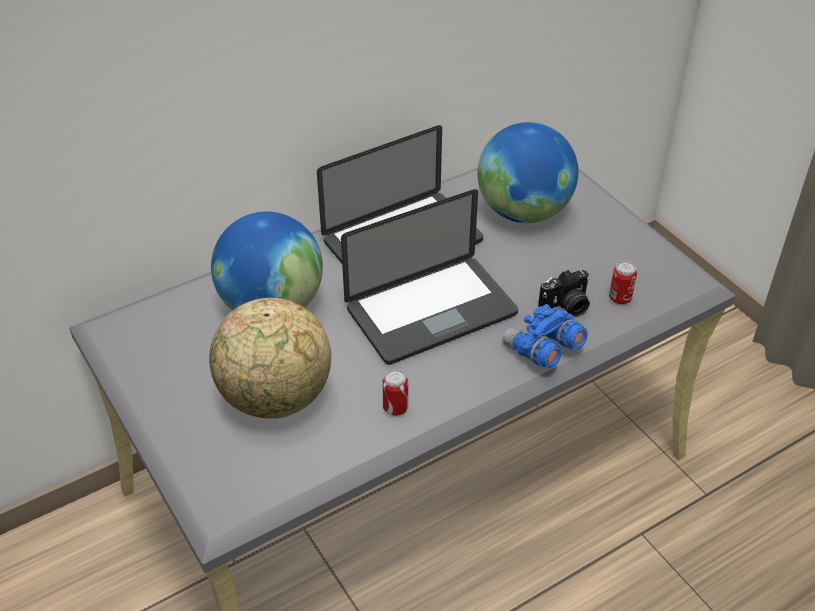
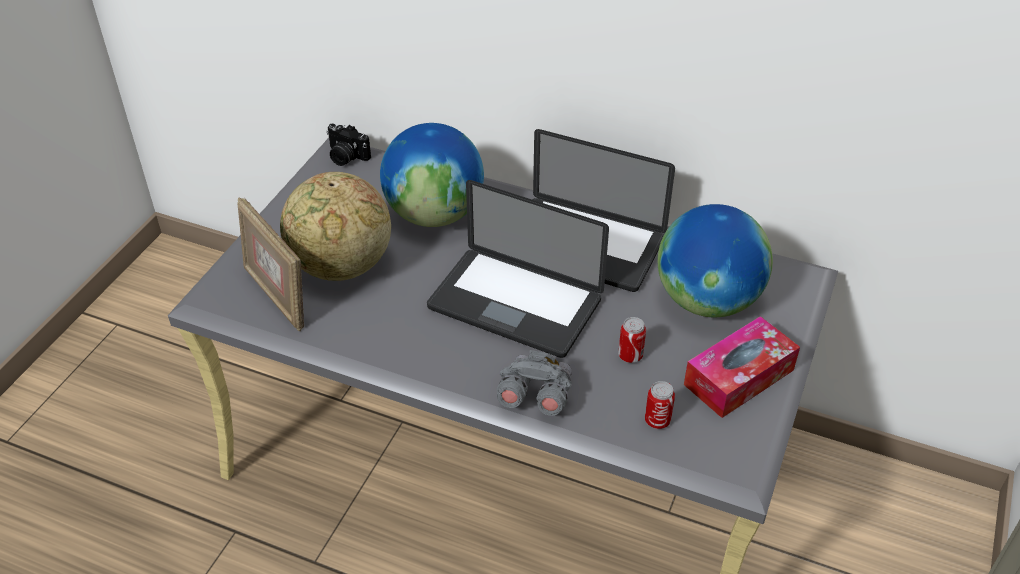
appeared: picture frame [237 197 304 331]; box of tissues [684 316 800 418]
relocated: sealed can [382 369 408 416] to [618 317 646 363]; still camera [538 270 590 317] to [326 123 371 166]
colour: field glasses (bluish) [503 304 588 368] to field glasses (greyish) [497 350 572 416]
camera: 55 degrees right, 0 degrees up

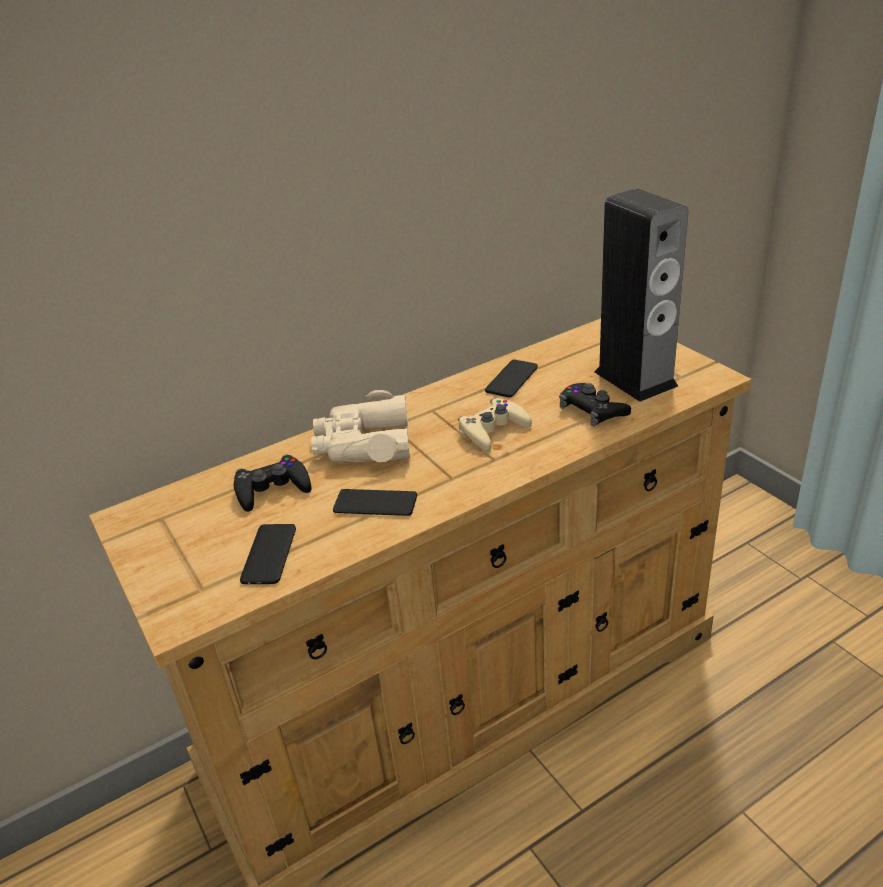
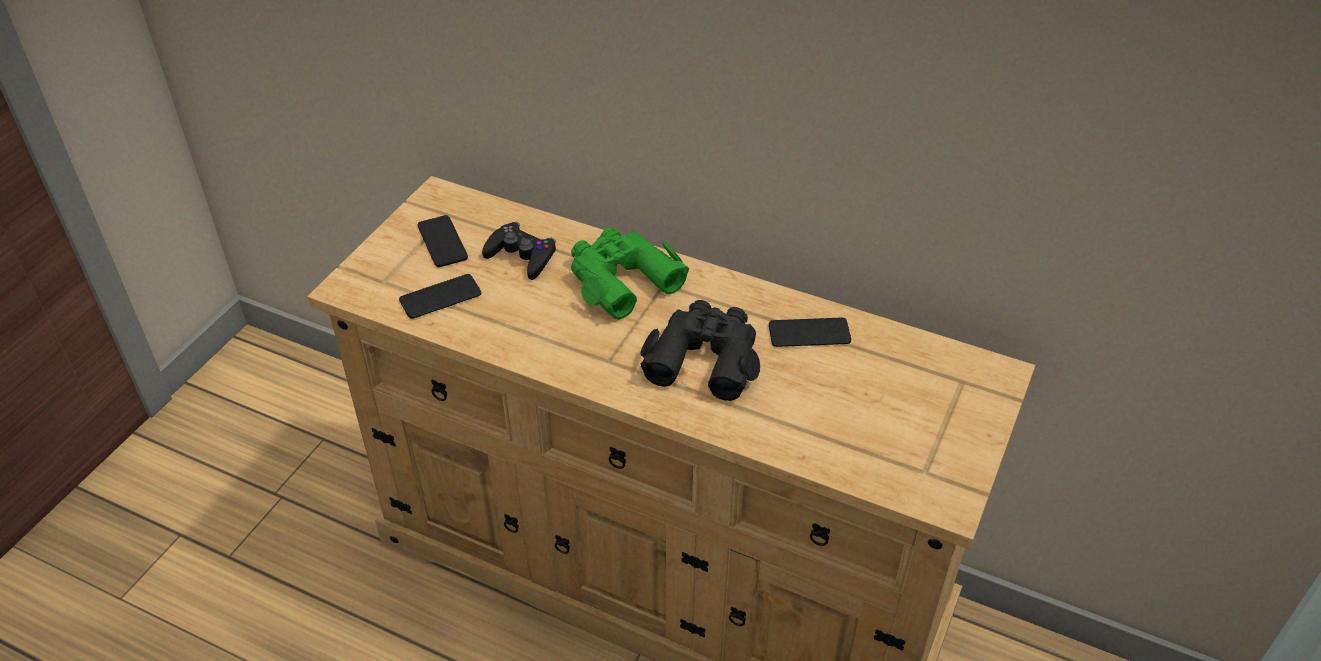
missing: game controller (blackish) [559 383 631 426]; speaker [594 188 688 402]
relocated: handset [333 489 417 516] to [418 215 468 267]
exchanged: game controller (beige) [458 398 532 451] to field glasses (blackish) [640 300 760 401]
colour: field glasses (beige) [311 390 410 463] to field glasses (greenish) [571 227 689 320]
camera: 55 degrees right, 10 degrees up

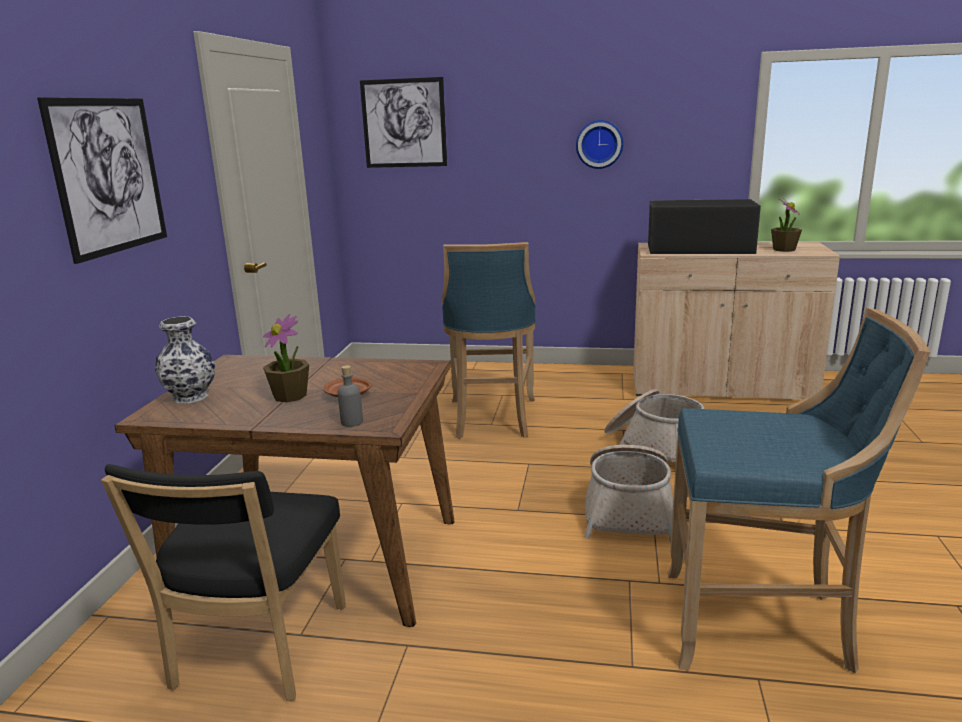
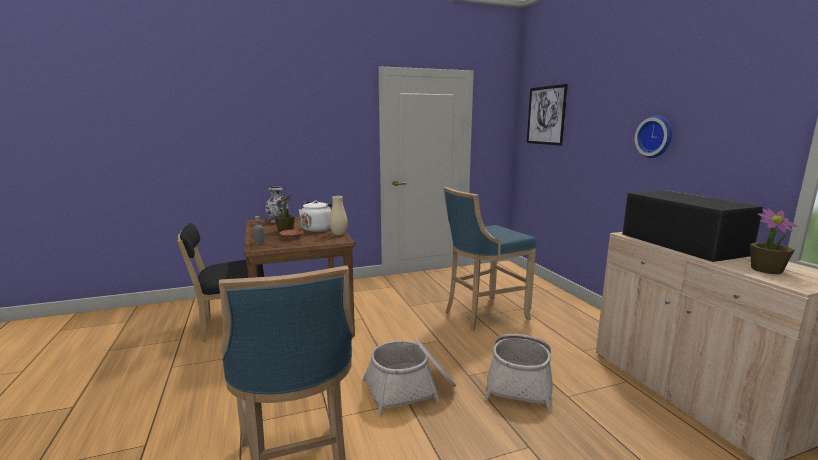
missing: picture [37 97 167 264]
appeared: kettle (white) [298 201 332 232]; vase (beige) [329 196 348 235]
camera: 60 degrees right, 5 degrees down

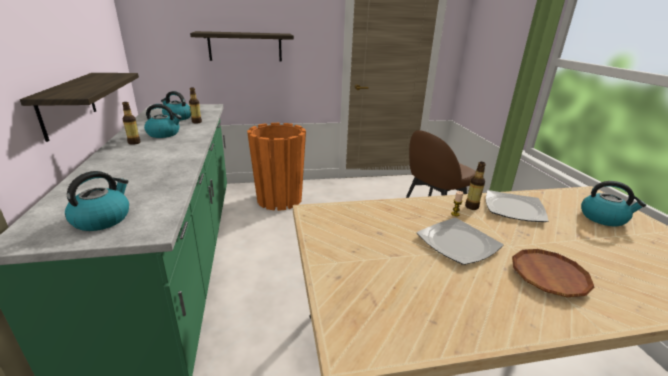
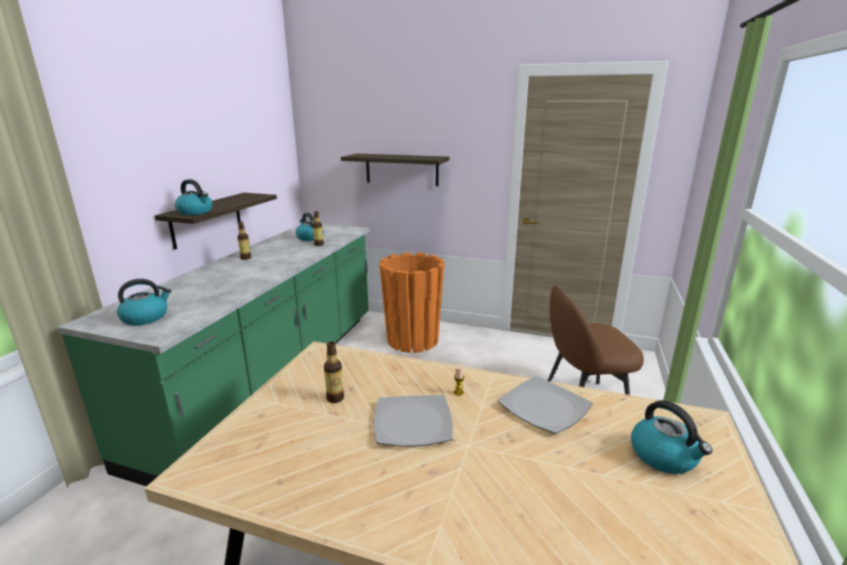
missing: flat dish (brown-coloured) [512 249 594 297]
relocated: kettle [144 104 182 138] to [175 179 212 215]; bottle [465 162 486 210] to [324 341 344 403]
camera: 30 degrees right, 5 degrees down

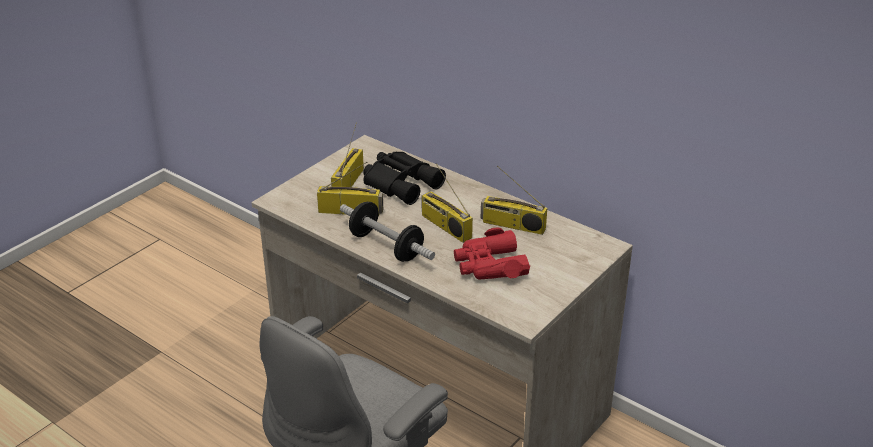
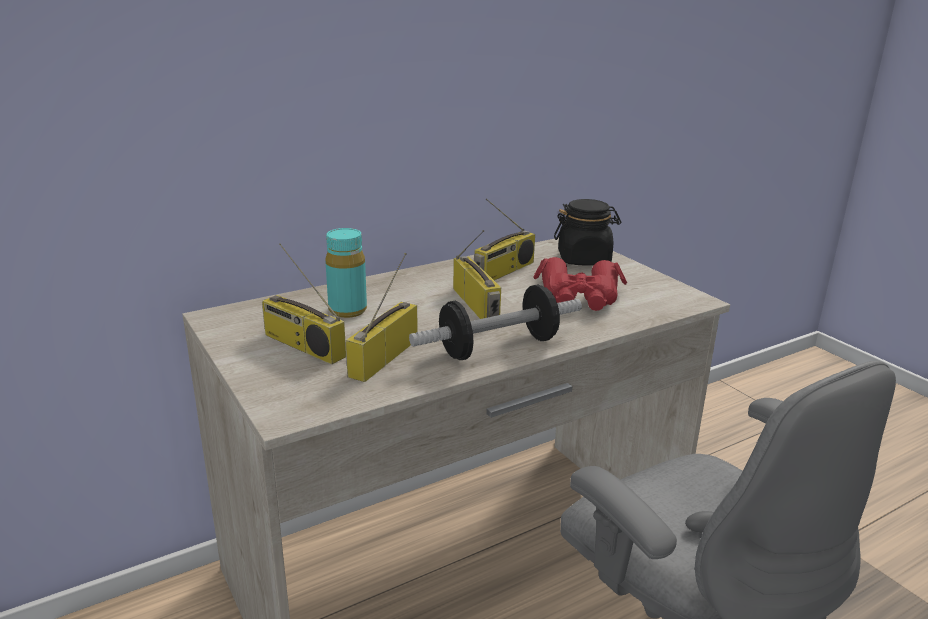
appeared: storage jar (blackish) [554 199 621 266]
exchanged: field glasses (blackish) [363 152 446 205] to bottle (turquoise-coloured) [326 228 367 318]
spun: radio receiver [422 163 473 243] = [453 230 501 319] 90 degrees counterclockwise
camera: 70 degrees left, 10 degrees down

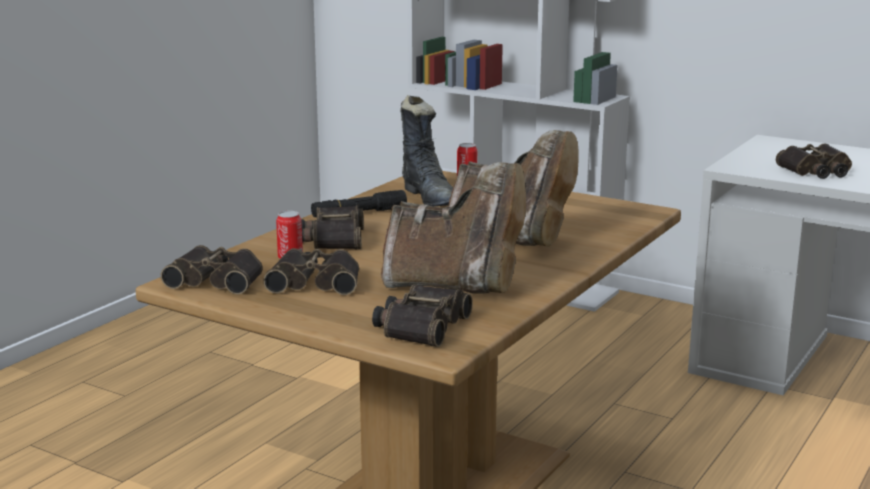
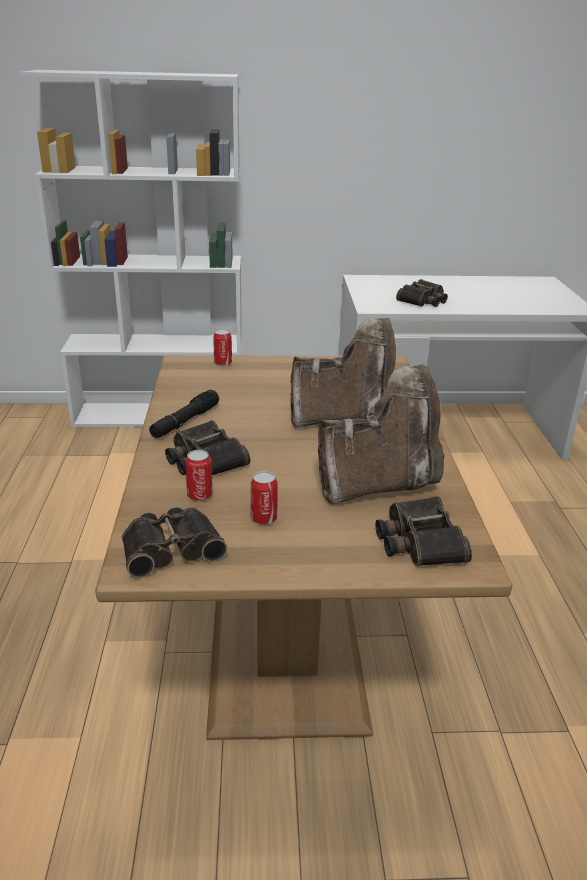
missing: tall boot (blackish) [400 95 453 206]
exchanged: field glasses [263 248 359 295] to sealed can [251 471 278 525]
camera: 35 degrees left, 10 degrees up

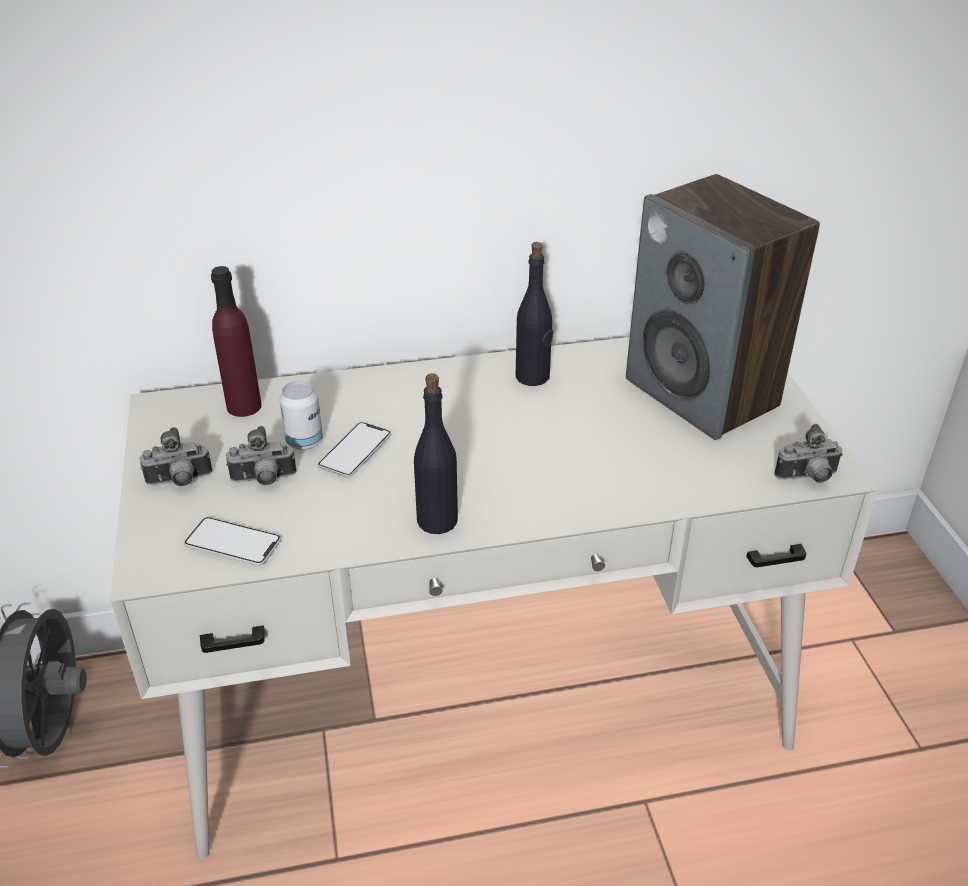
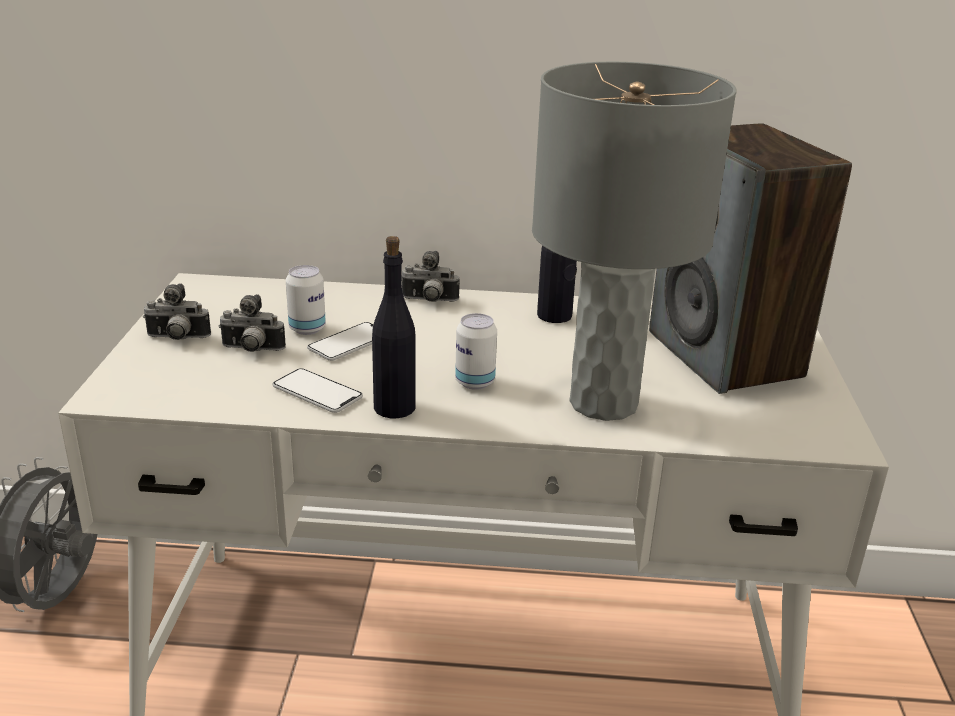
missing: bottle (purple) [211 266 262 417]
appeared: sealed can [455 313 497 390]; lamp for a table (greyish) [532 62 737 421]
relocated: handset [184 517 281 566] to [272 368 363 413]; still camera [774 424 843 483] to [402 251 460 302]
camera: 15 degrees right, 10 degrees down

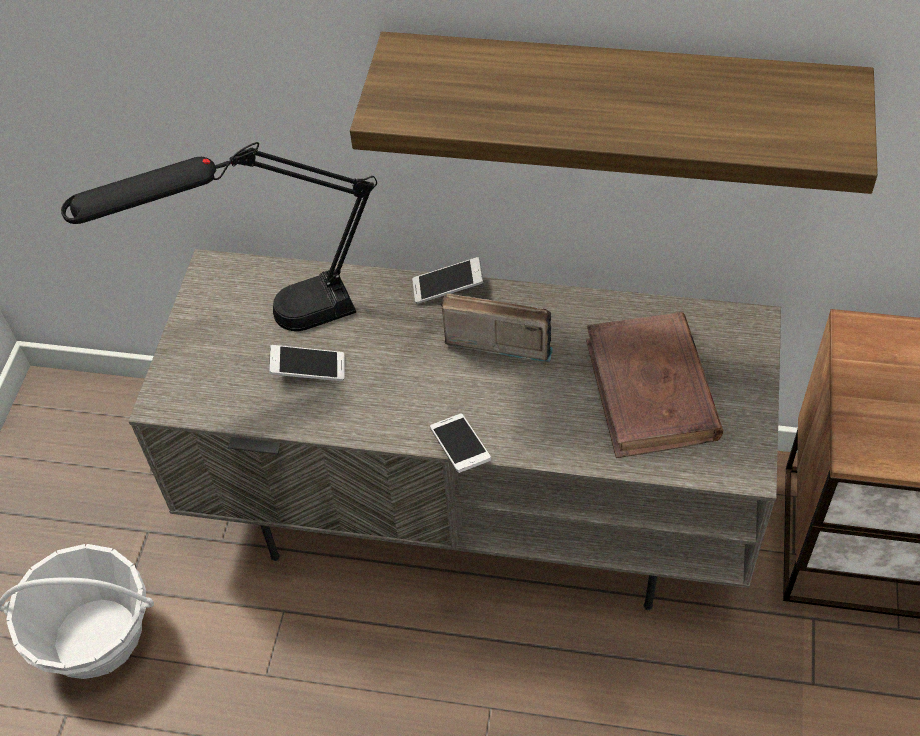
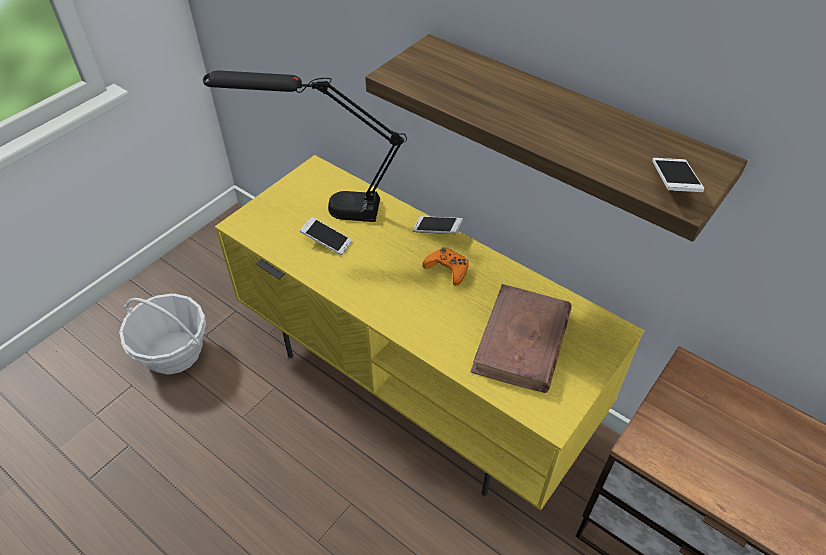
relocated: handset [430 413 491 473] to [652 158 704 192]
exchanged: radio receiver [441 293 553 362] to game controller (orange) [423 247 469 286]
colour: media console (greyish) [128 249 781 610] to media console (yellow-coloured) [215 155 645 510]
camera: 25 degrees right, 5 degrees down

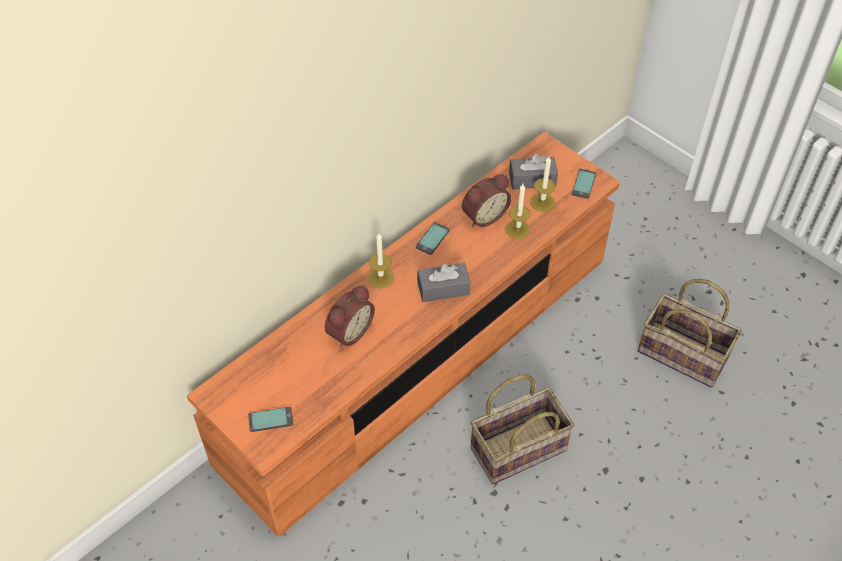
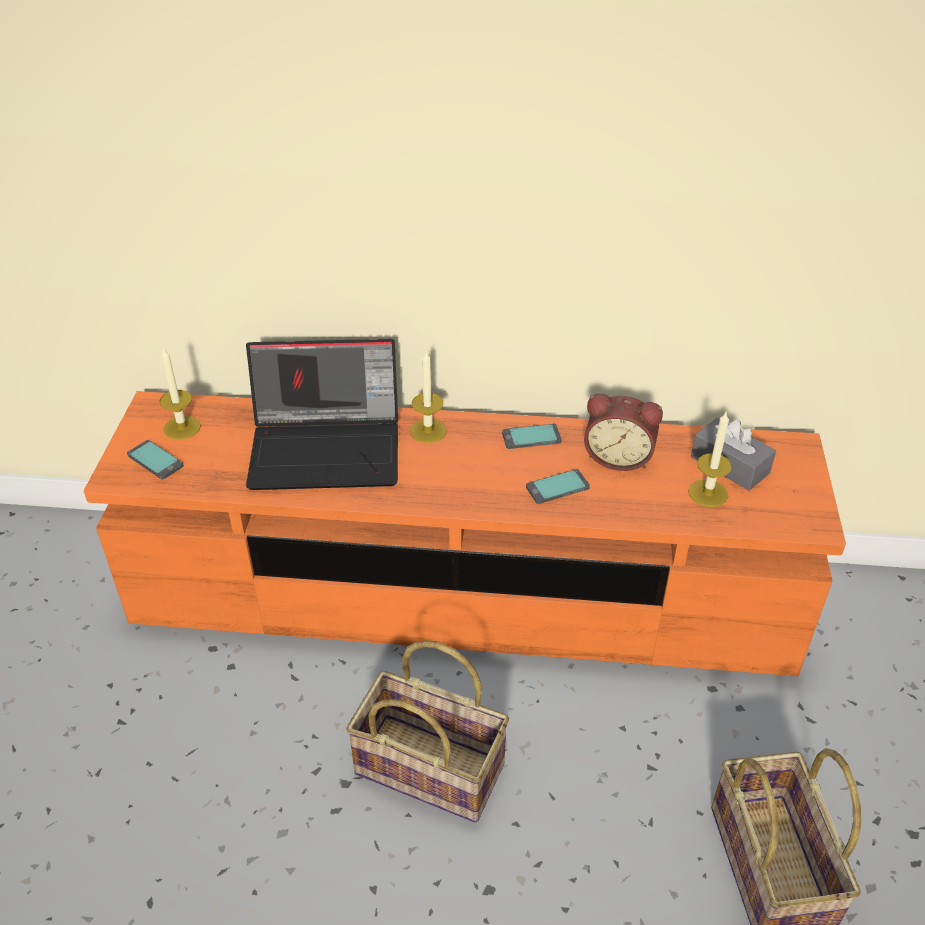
missing: box of tissues (greyish) [417 263 470 302]
relocated: wax candle [505 184 530 239] to [159 347 201 440]; handset [572 169 596 199] to [526 469 590 504]
exchanged: alarm clock [325 285 375 348] to portable computer [246 339 398 490]
camera: 50 degrees right, 10 degrees down

